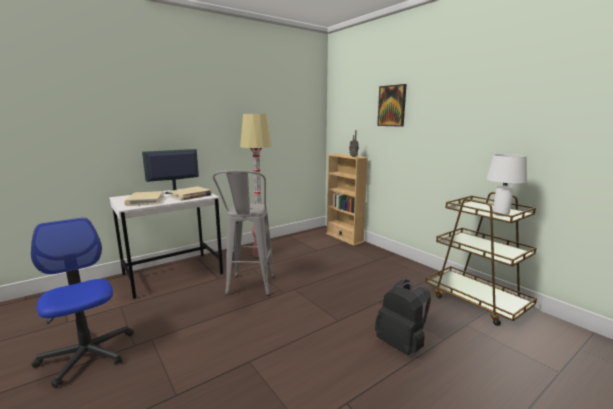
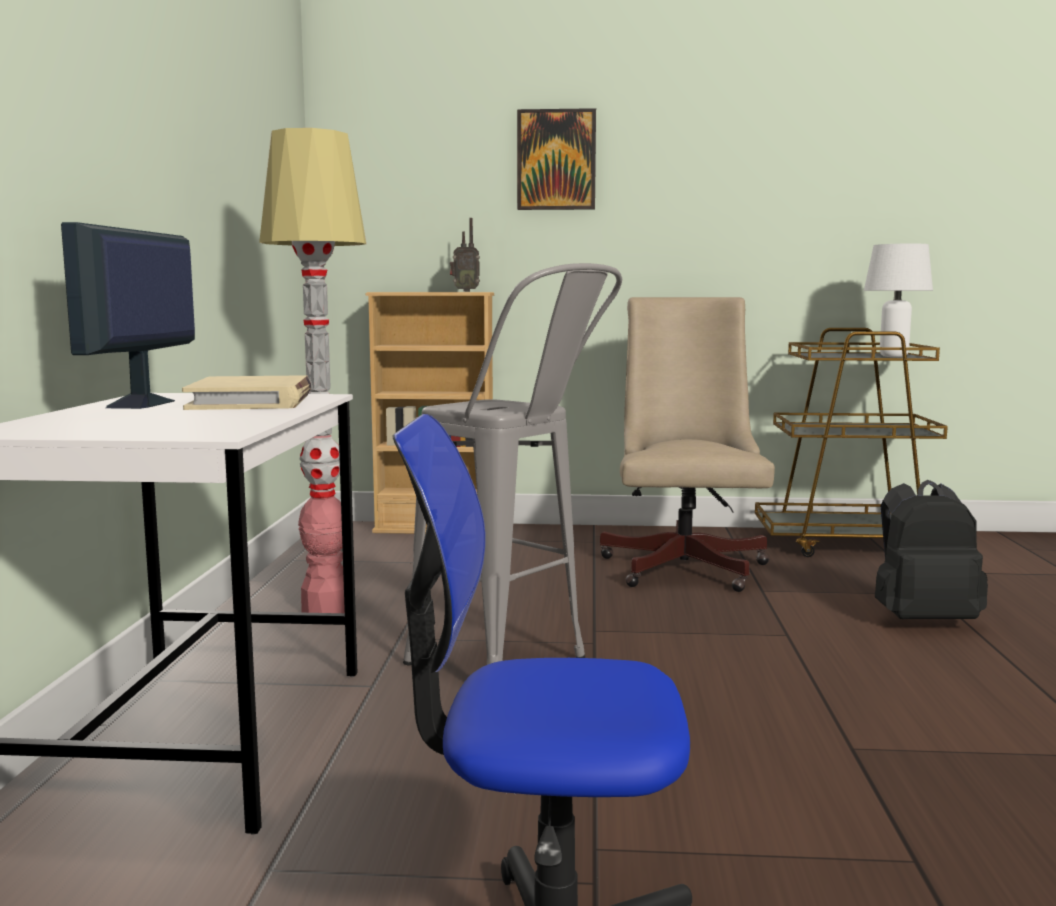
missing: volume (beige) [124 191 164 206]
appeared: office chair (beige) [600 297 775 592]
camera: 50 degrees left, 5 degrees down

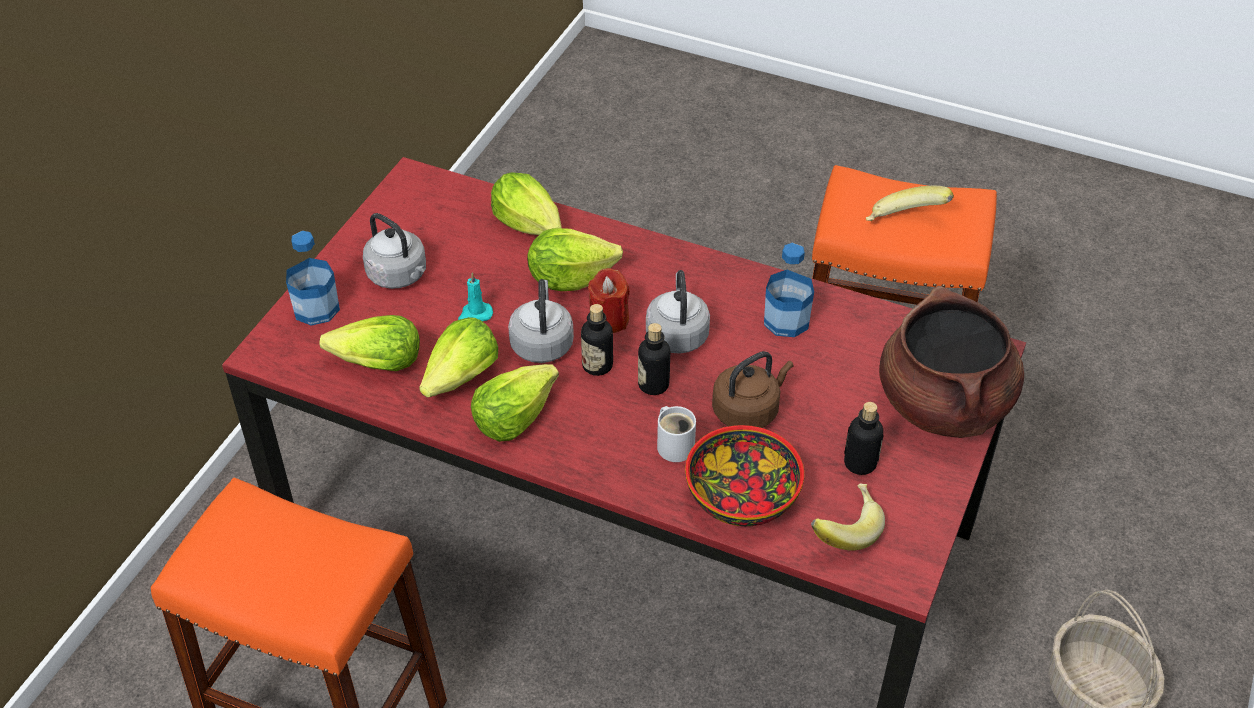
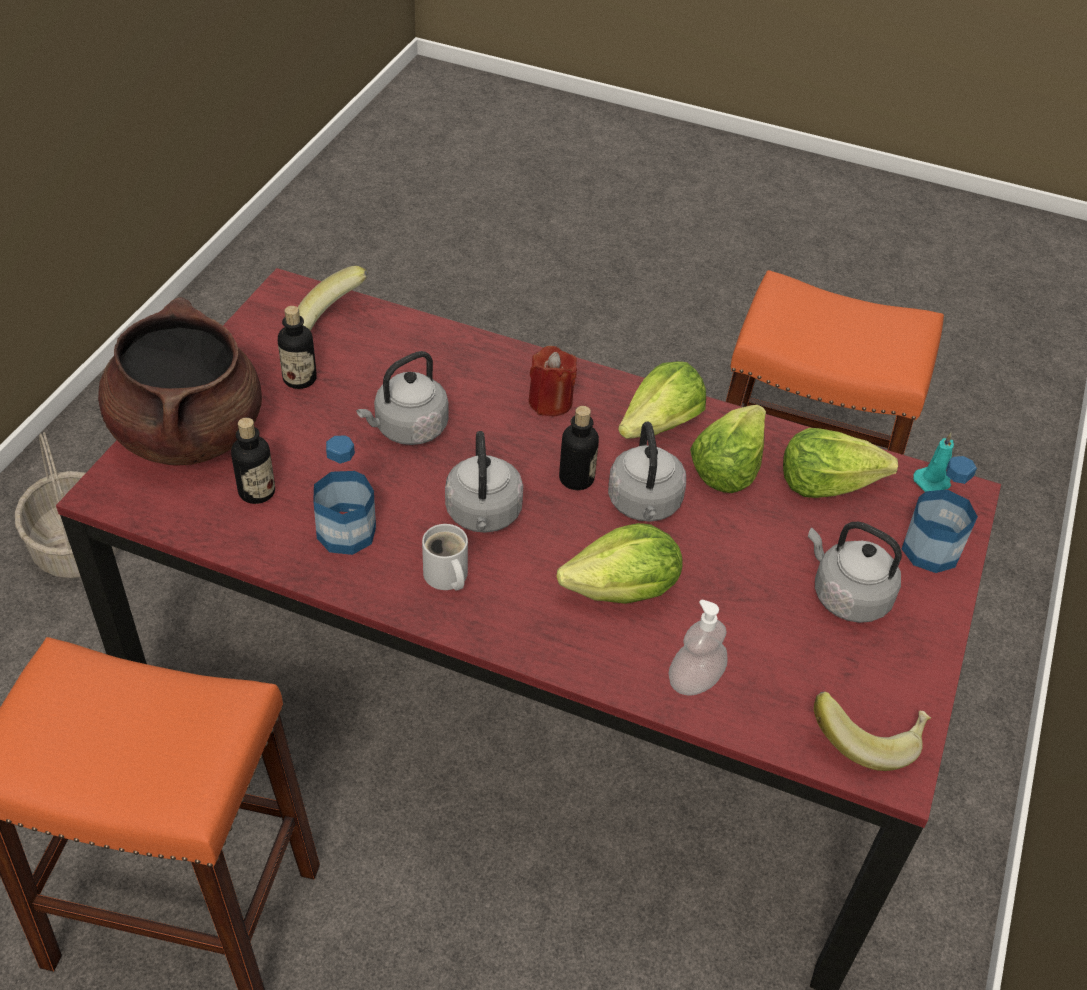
missing: bowl [685 425 804 526]
relocated: wax candle (turquoise-coloured) [458 272 493 322] to [913 433 954 492]; wax candle (reddish) [588 268 630 333] to [529 346 577 416]; bottle [638 323 670 395] to [231 417 275 504]; tea mug (white) [657 406 696 462] to [422 524 468 591]; banana fruit [866 186 954 221] to [814 691 931 771]
exchanged: head of lettuce [491 172 562 235] to liquid soap bottle [668 600 728 695]
colour: kettle (brown-coloured) [712 351 793 428] to kettle (greyish) [356 351 449 445]
camera: 175 degrees right, 0 degrees up

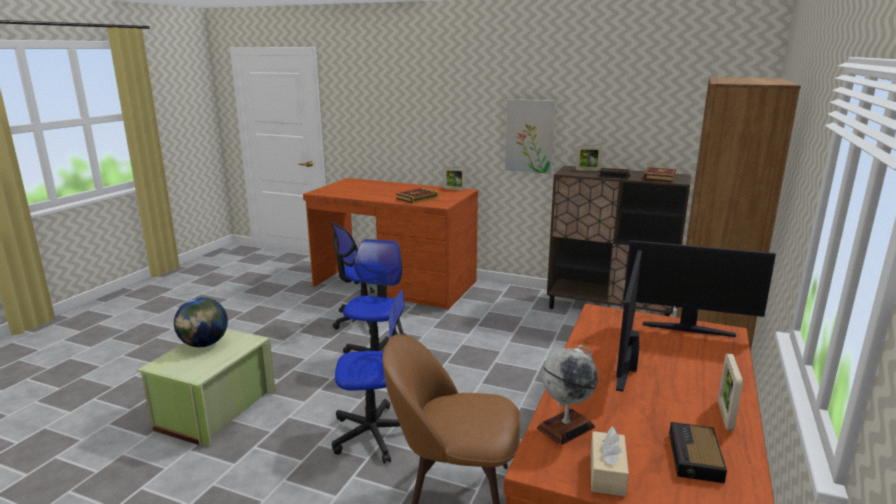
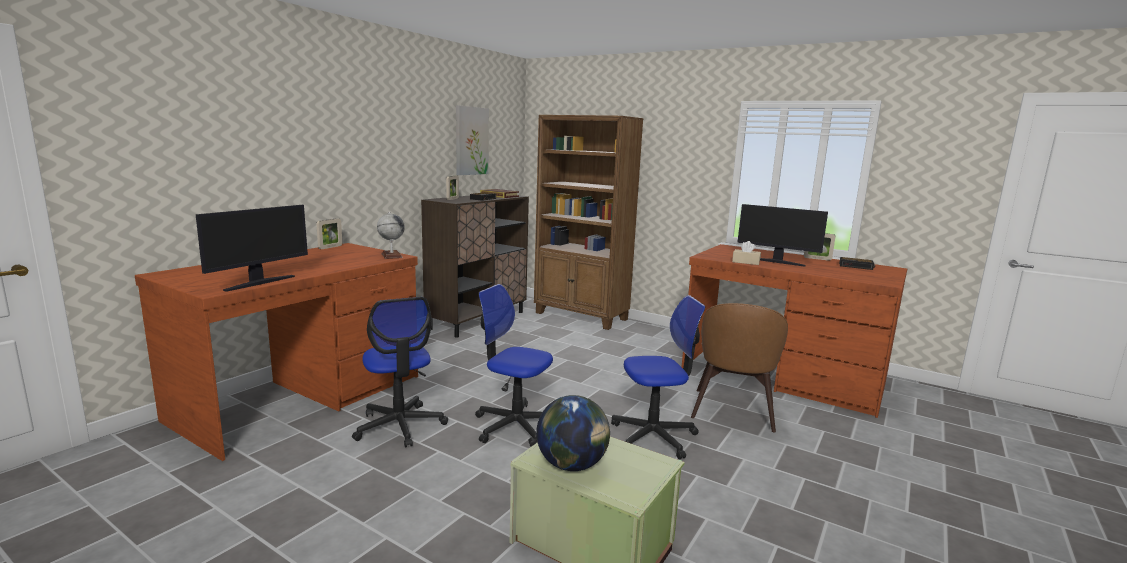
missing: volume [396 188 439 204]
relocated: picture [505 99 556 174] to [456 105 489 175]; world globe [537 345 598 445] to [377 211 405 259]; box of tissues (beige) [591 426 629 496] to [732 241 761 265]; computer display [623 240 776 337] to [196 205 308 292]
spun: office chair [332 290 406 464] = [611 295 705 459] 75 degrees clockwise
camera: 80 degrees left, 5 degrees down

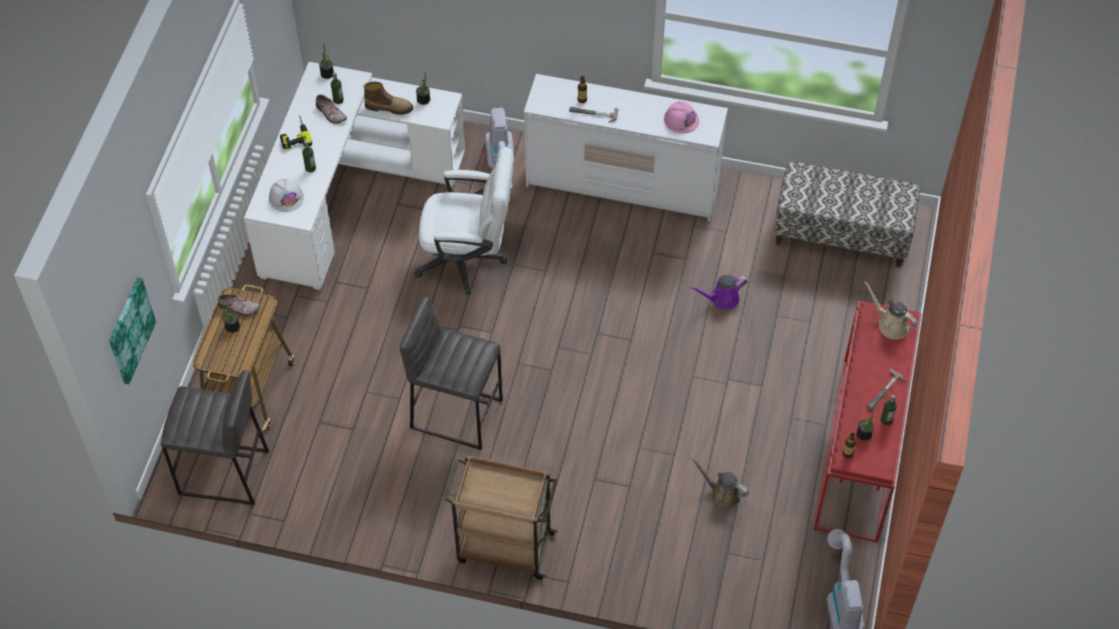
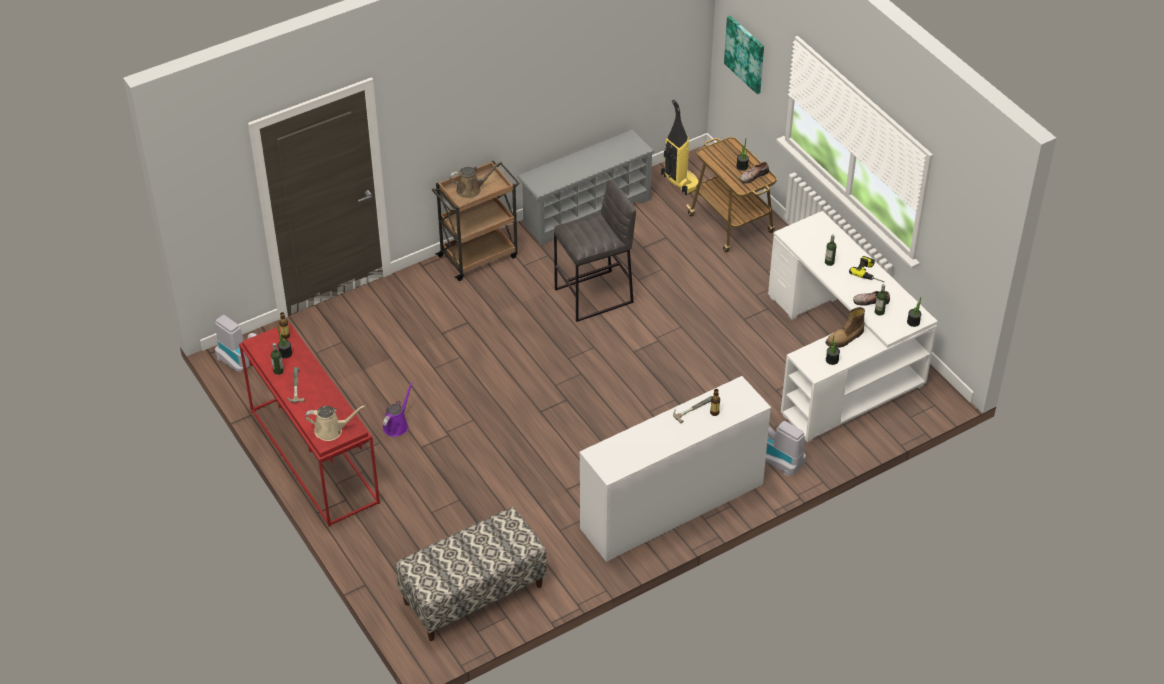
missing: safety helmet (white) [269 178 304 212]; office chair (white) [415 147 513 295]; safety helmet (pinkish) [664 101 699 133]
appeared: shoe shelf (greyish) [517 130 655 246]
relocated: sprinkling can (purple) [690 275 747 309] to [383 381 413 437]; sprinkling can (brown-coloured) [691 457 749 509] to [449 161 502 198]
exchanged: sitting stool (greyish) [161 370 269 505] to hoover [661 100 699 195]
camera: 135 degrees right, 10 degrees down

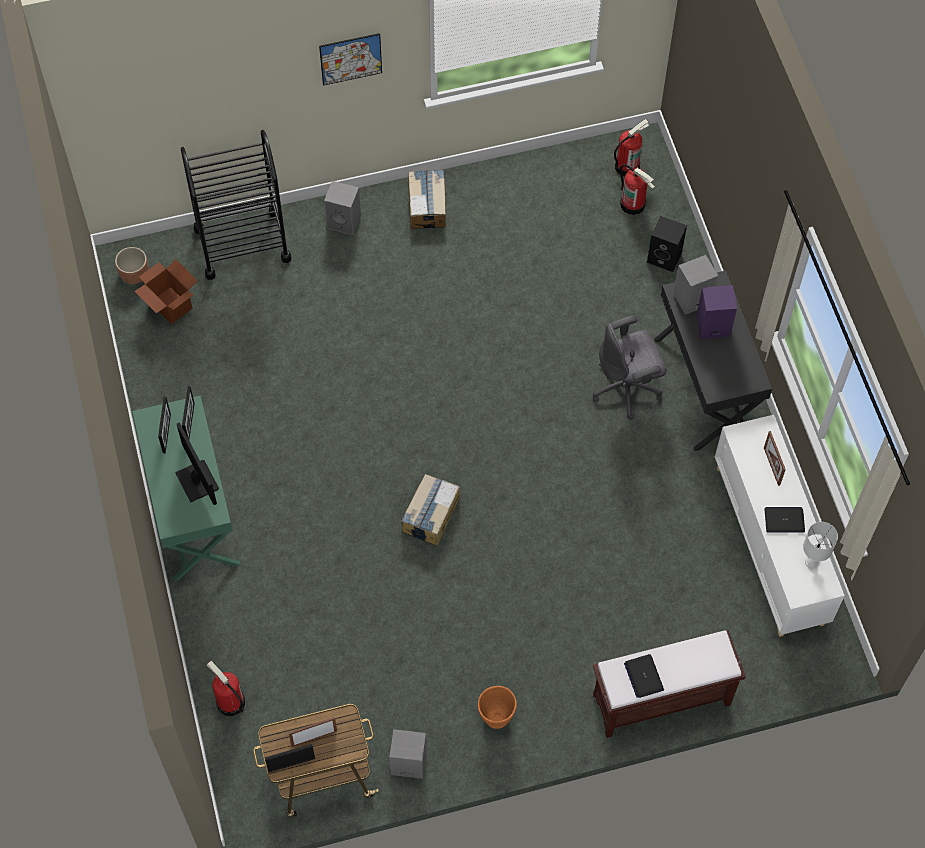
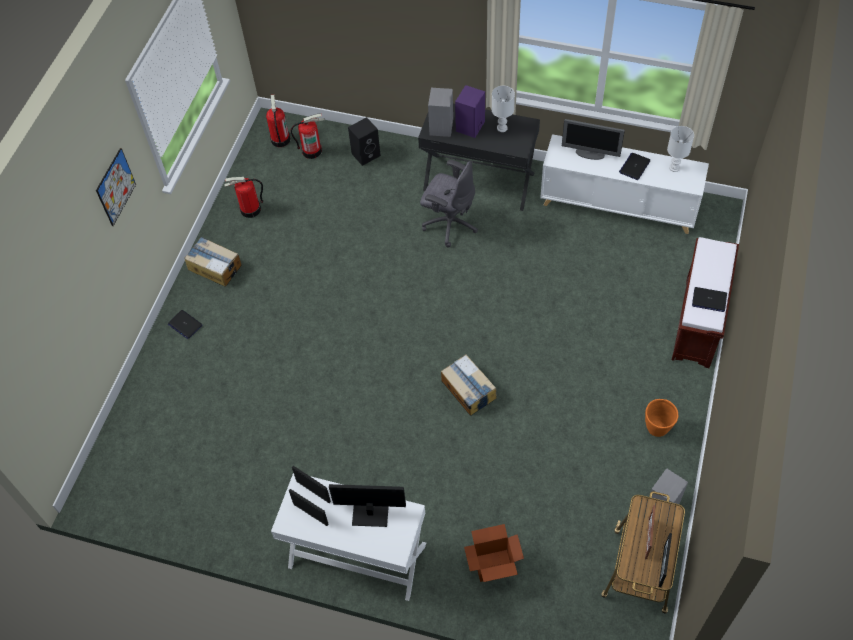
missing: flower pot (brown-coloured) [115 247 149 284]; trolley (blackish) [181 130 291 280]
appeared: lamp for a table (white) [492 86 515 132]
relocated: carton [134 259 198 324] to [464 524 524 582]; extinguisher [207 661 245 716] to [224 177 263 218]
exchanged: speaker (greyish) [324 181 361 235] to portable computer [168 310 203 339]; picture frame [764 431 786 486] to computer display [562 119 625 160]
colour: desk unit (greenish) [132 395 241 581] to desk unit (white) [271 473 426 601]
spun: office chair (greyish) [593 315 667 420] = [420 159 478 247] 75 degrees counterclockwise
camera: 55 degrees left, 5 degrees down

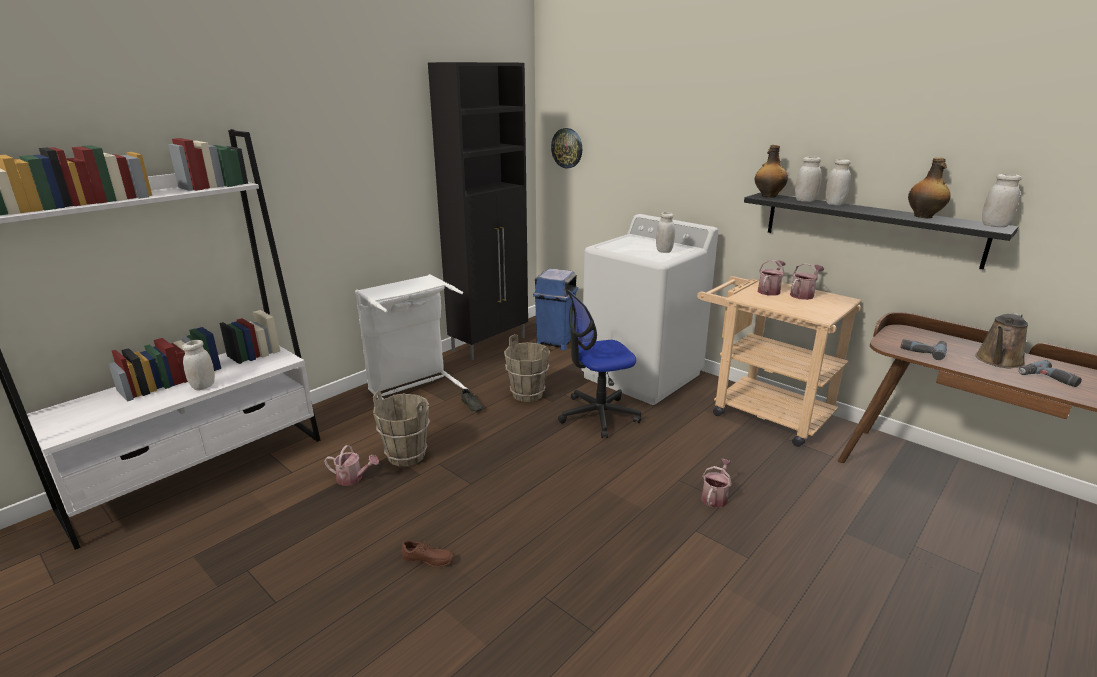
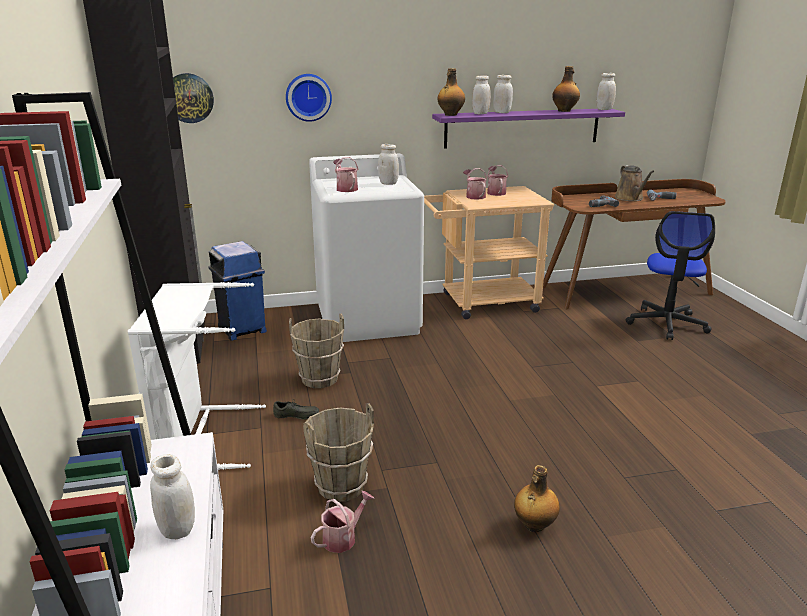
appeared: clock on the wall [286 74 332 122]
relocated: office chair [558 290 641 438] to [626 211 715 340]; sprinkling can [702 459 732 508] to [333 157 358 192]
exchanged: low shoe (brown-coloured) [401 539 454 567] to bottle [514 465 560 532]
colour: shelf (blackish) [744 193 1018 269] to shelf (purple) [432 109 625 149]
camera: 55 degrees left, 0 degrees up

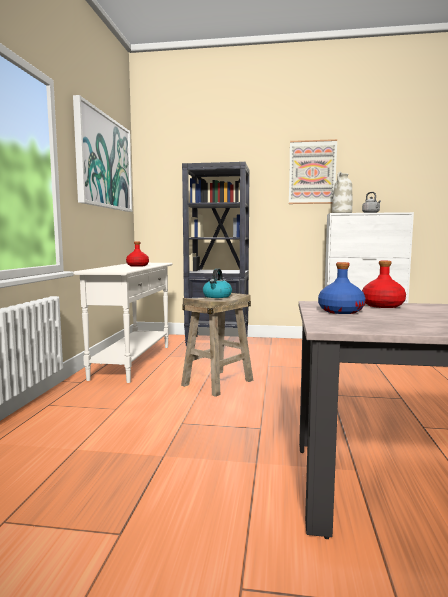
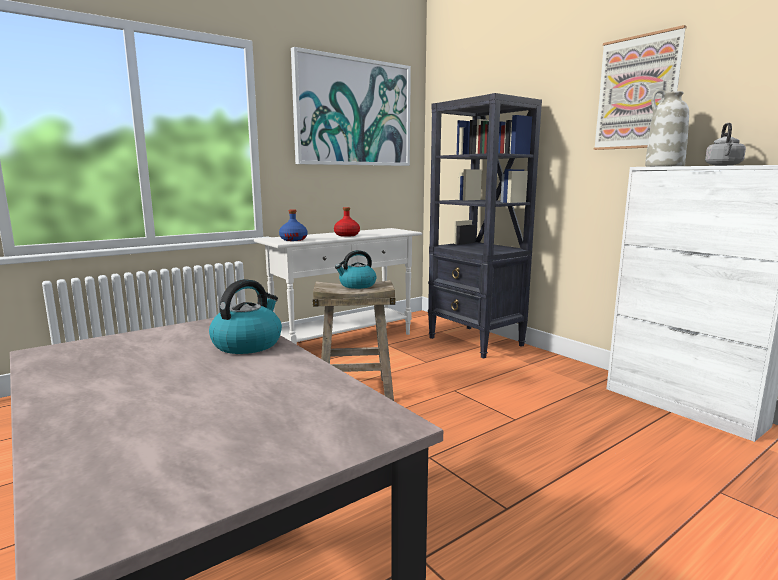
relocated: bottle (bluish) [318 262 365 314] to [279 209 307 241]
exchanged: bottle (reddish) [362 261 406 308] to kettle [209 279 282 354]
camera: 45 degrees right, 5 degrees up

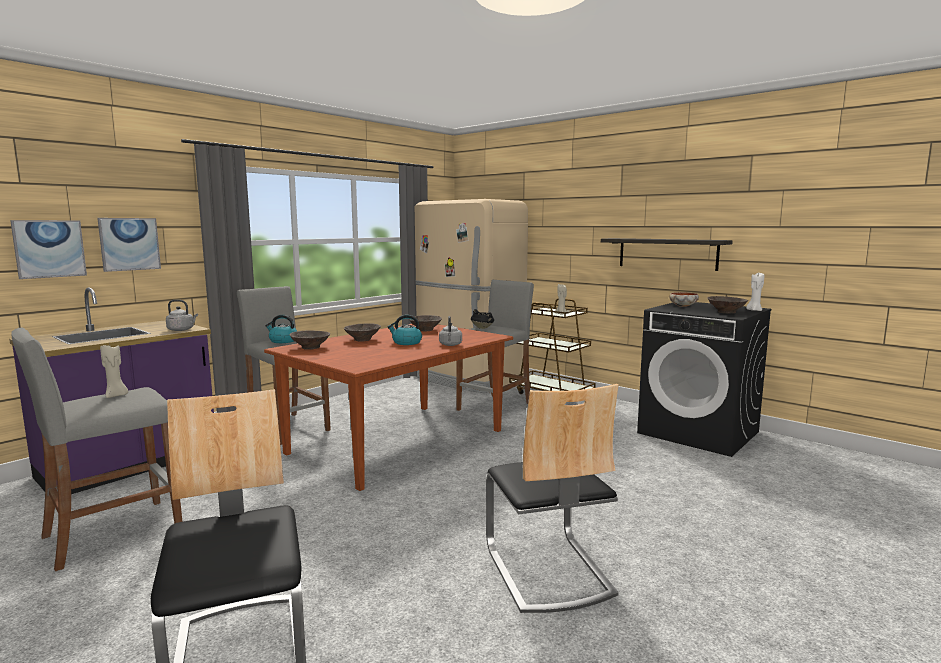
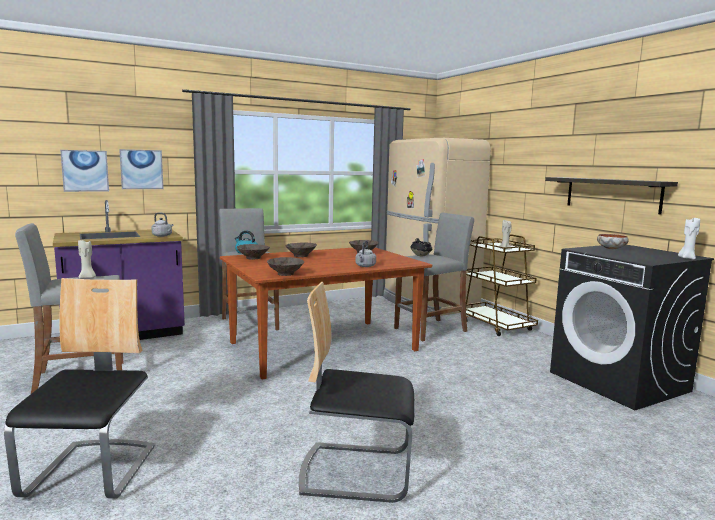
missing: kettle [388 315 422 345]
relocated: bowl (brown-coloured) [707 296 748 313] to [267 257 304 276]
spun: upright chair [486 384 619 613] = [299 282 415 503] 90 degrees clockwise
camera: 20 degrees right, 0 degrees up

